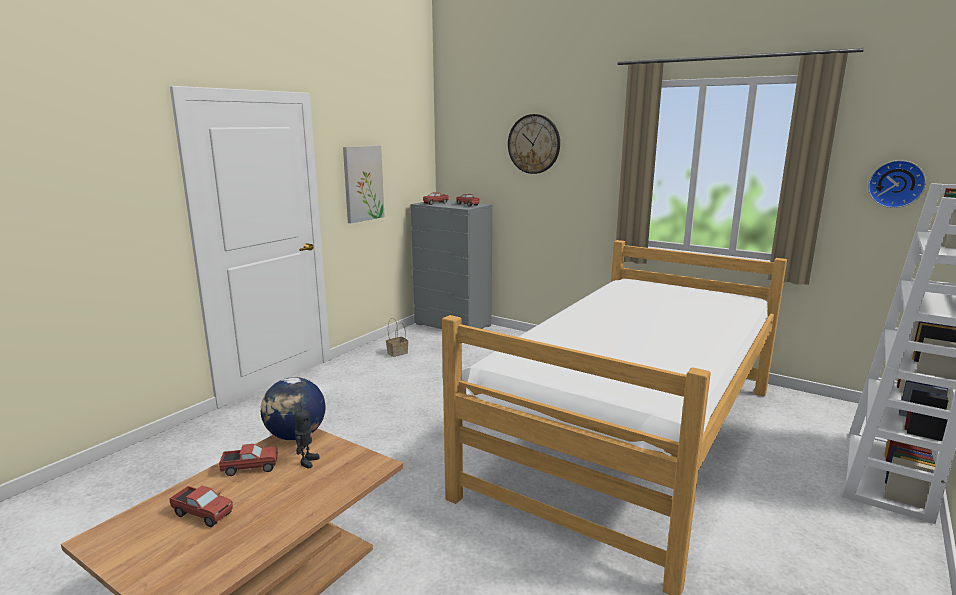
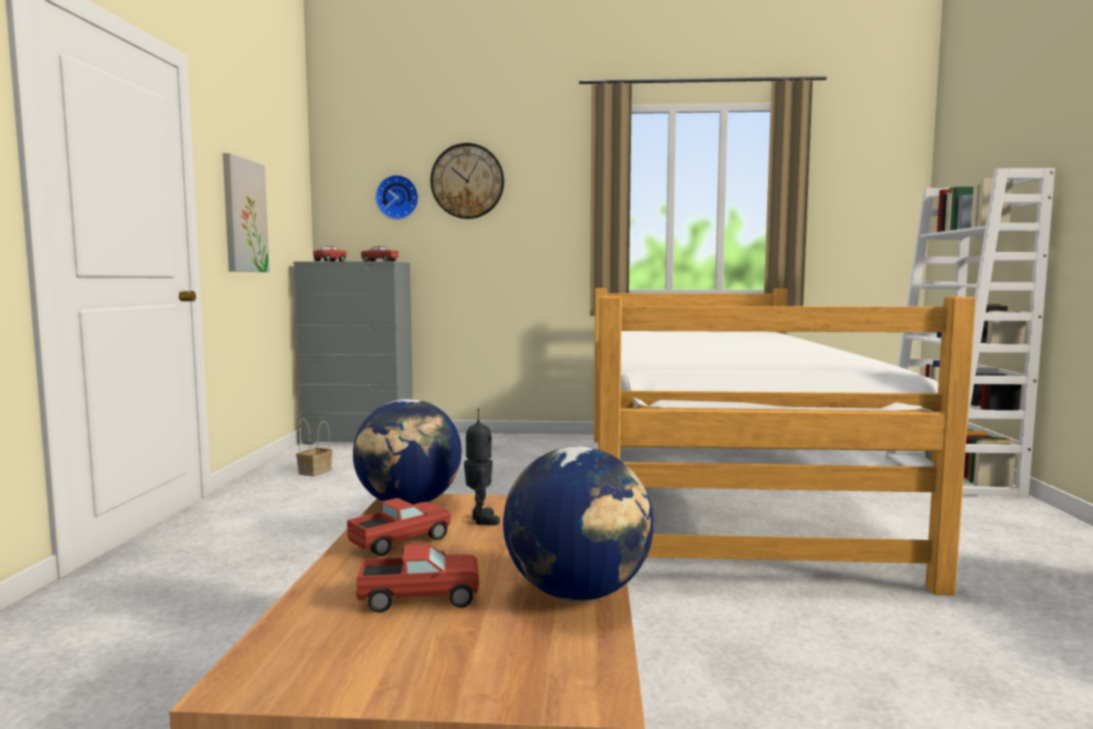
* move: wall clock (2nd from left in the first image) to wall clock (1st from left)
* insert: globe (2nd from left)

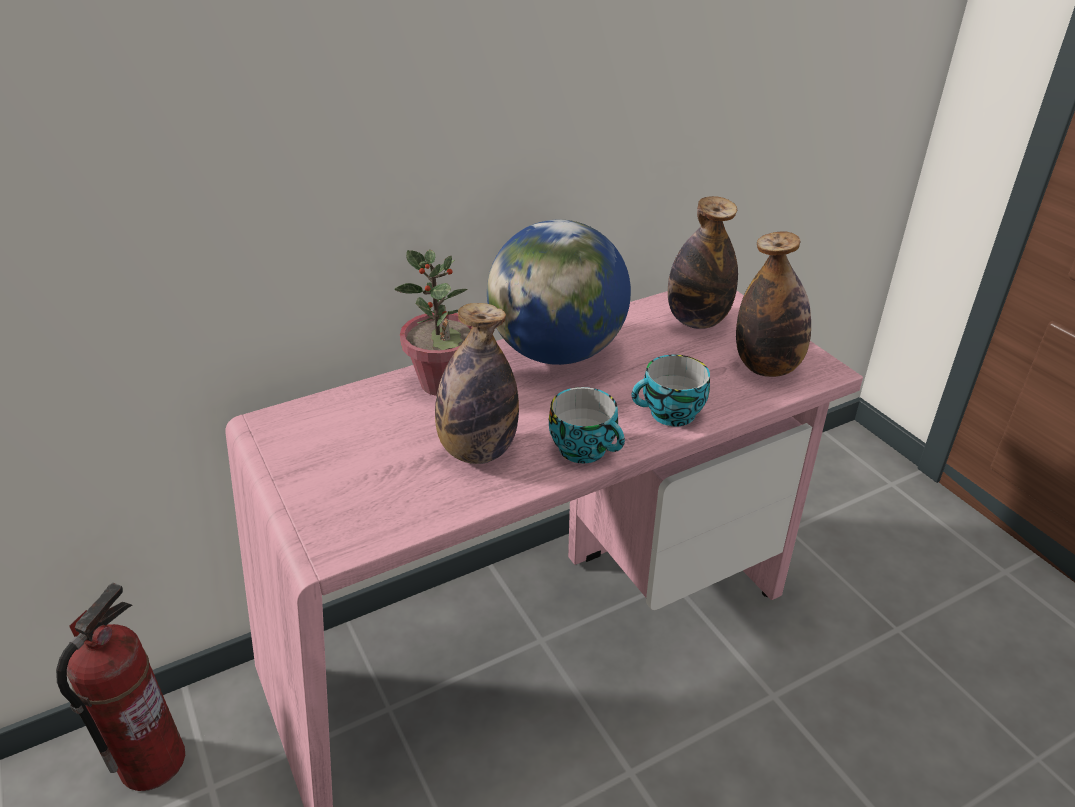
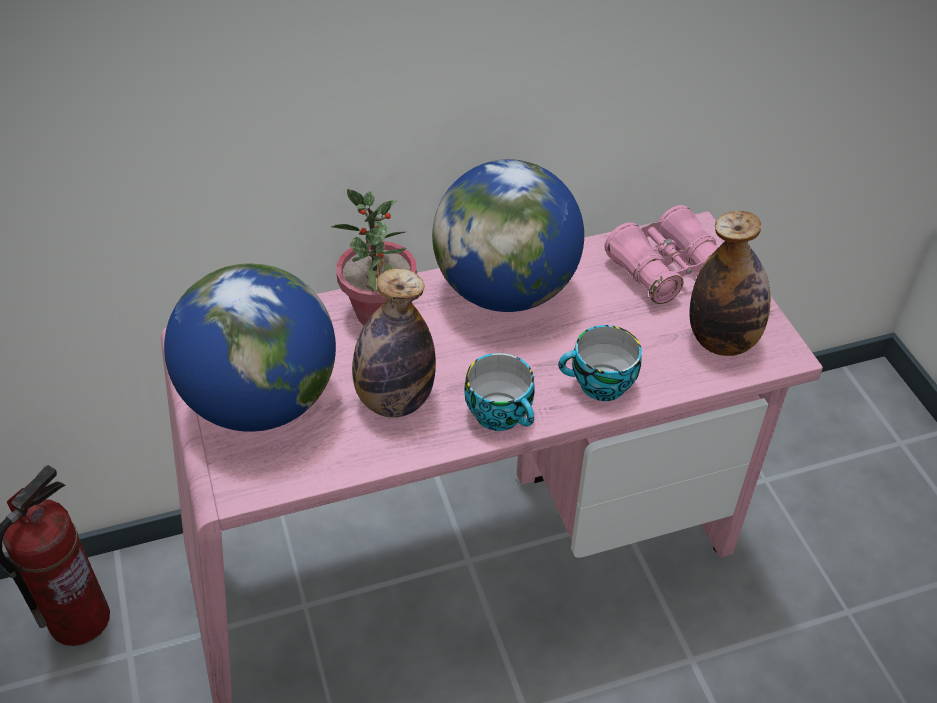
* replace: bottle (2nd from left) to pink binoculars
* insert: globe (1st from left)

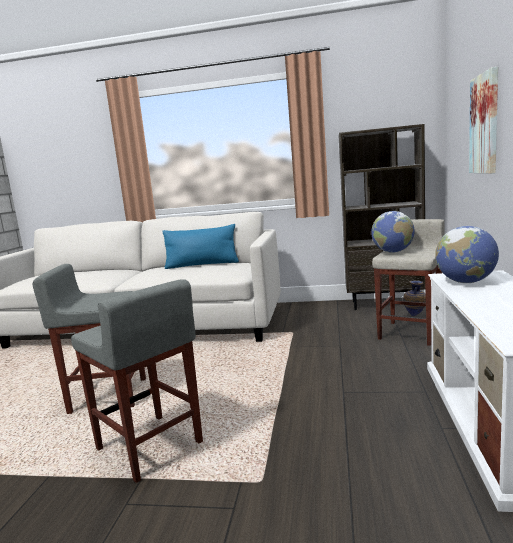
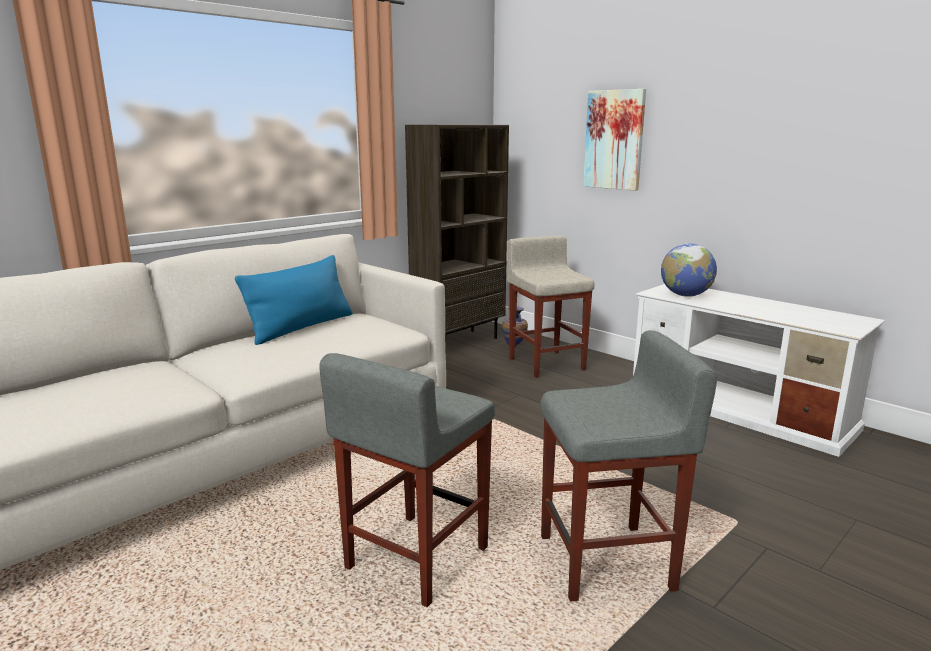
* delete: globe (1st from left)

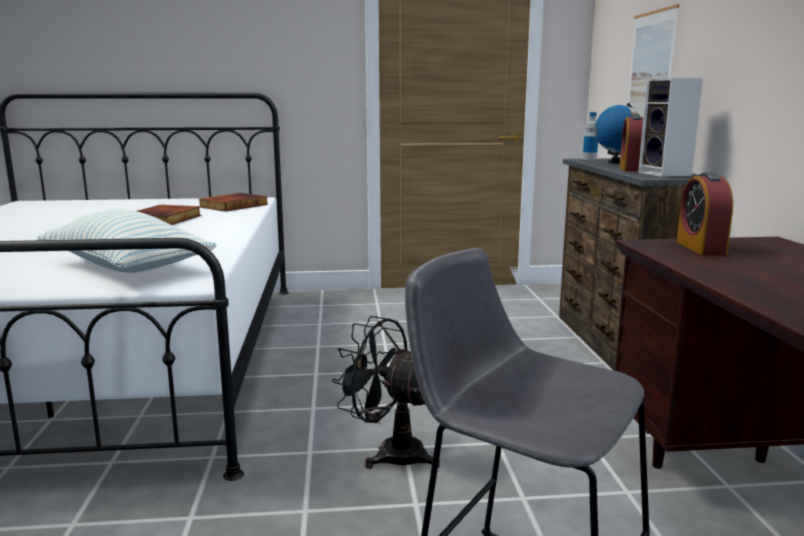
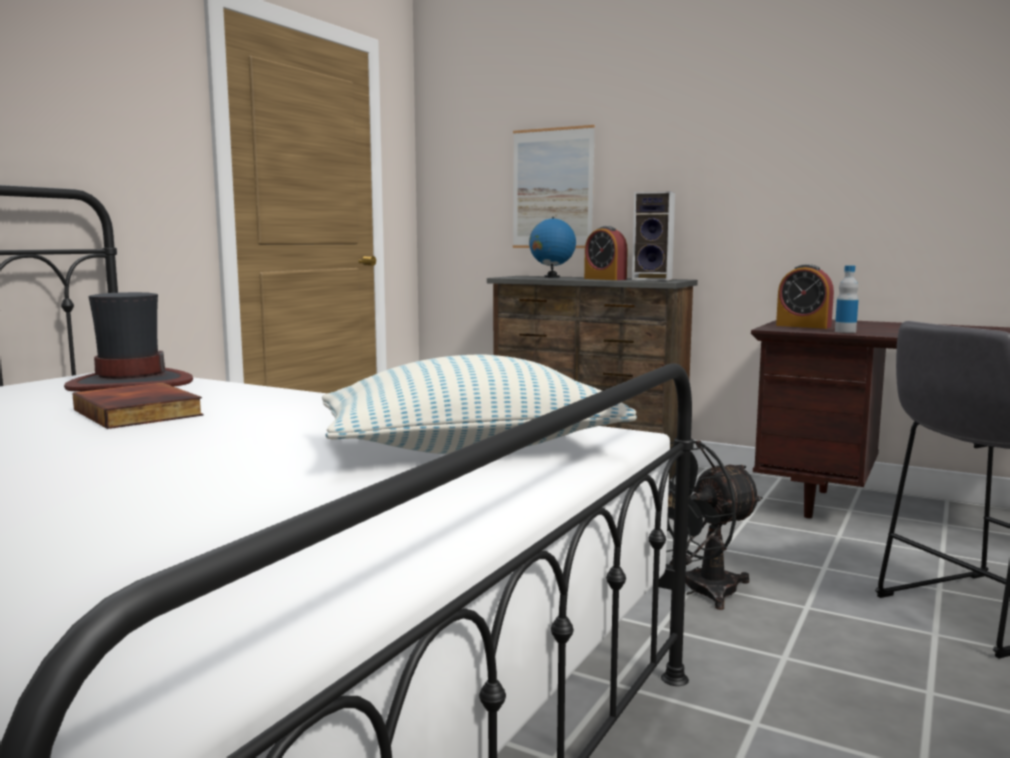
* replace: book (2nd from left) to hat
* move: bottle

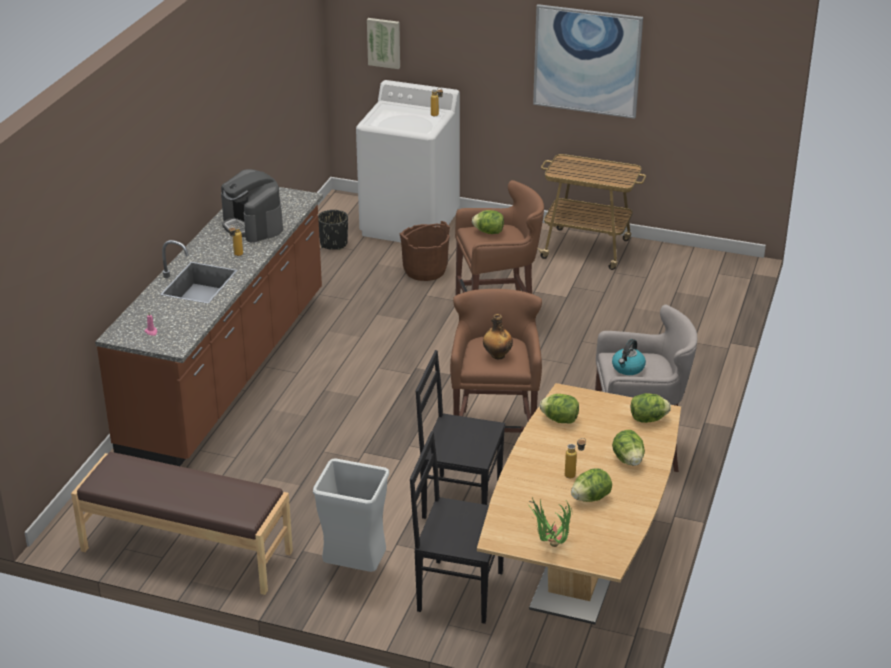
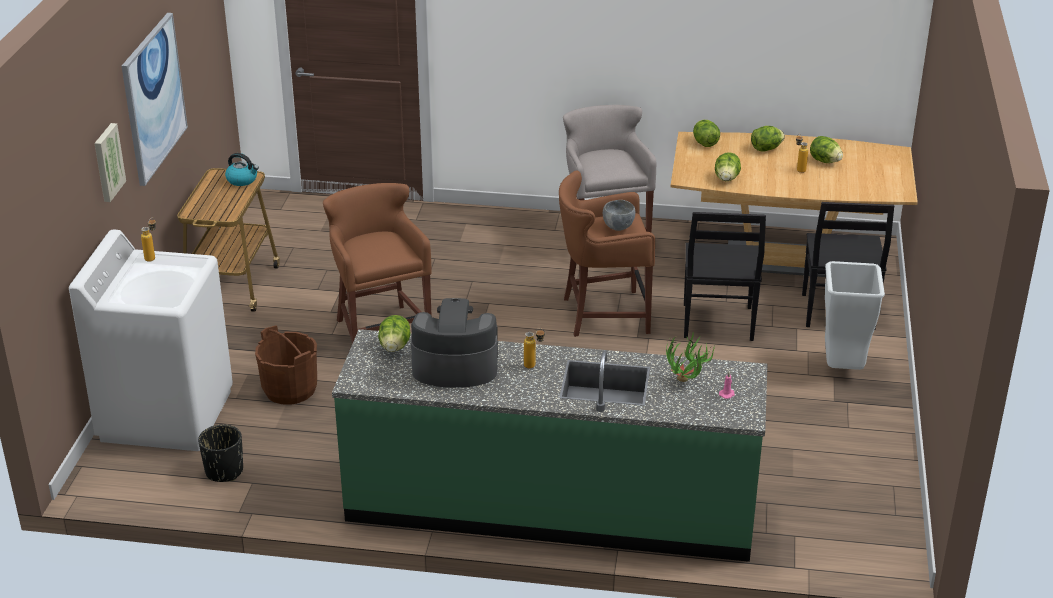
* delete: brown bench
* recolor: brown counter to green counter
* rotate: coffee machine 135 degrees counterclockwise
* move: picture (1st from left)
* move: lettuce (1st from left)
* replace: bottle (3rd from left) to grey bowl
* move: potted plant
* move: kettle

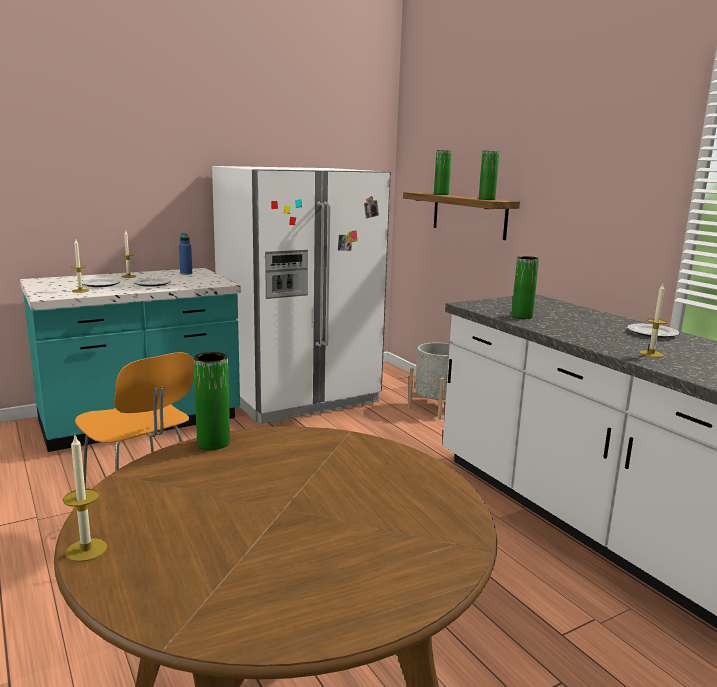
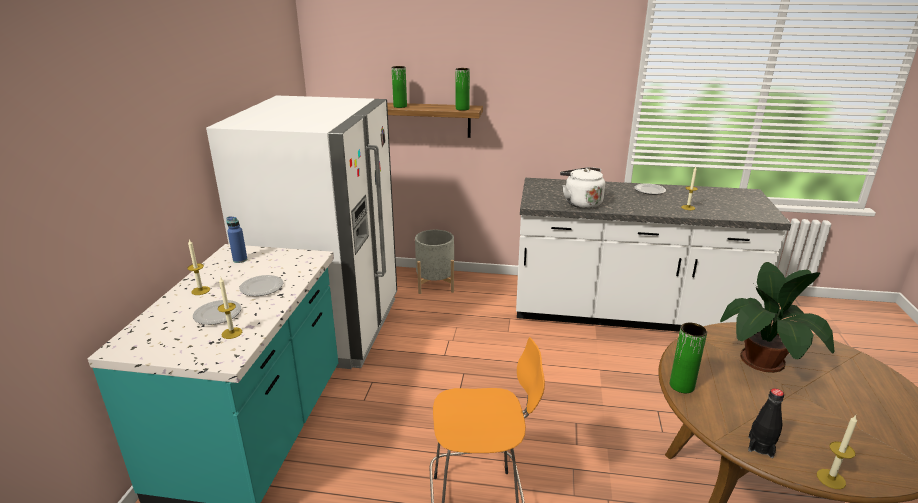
* replace: green vase (4th from left) to white kettle
* insert: potted plant
* insert: black bottle

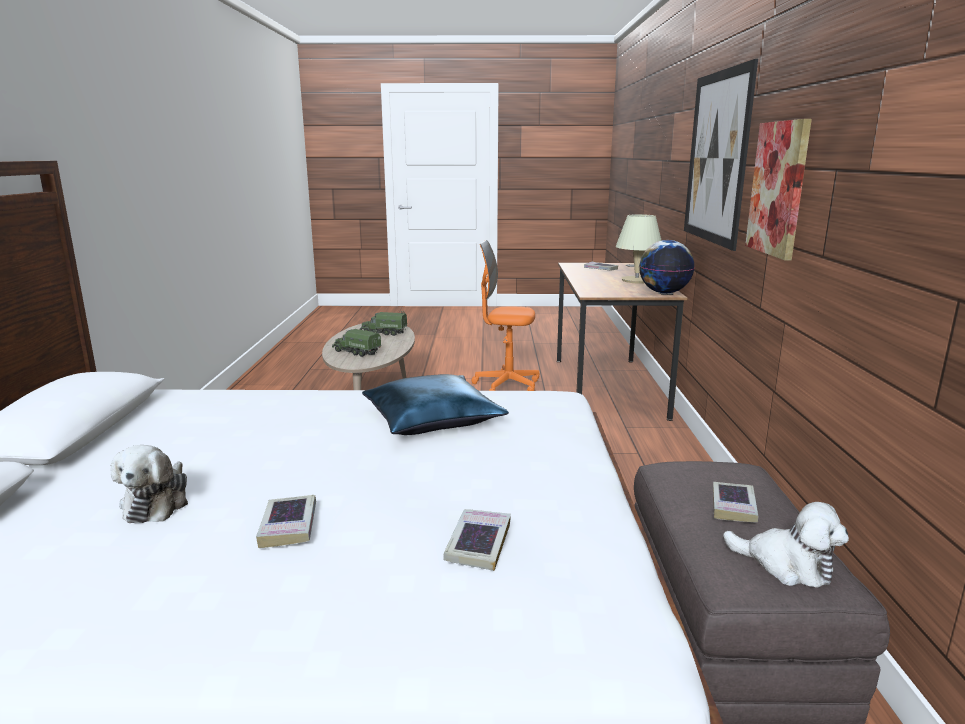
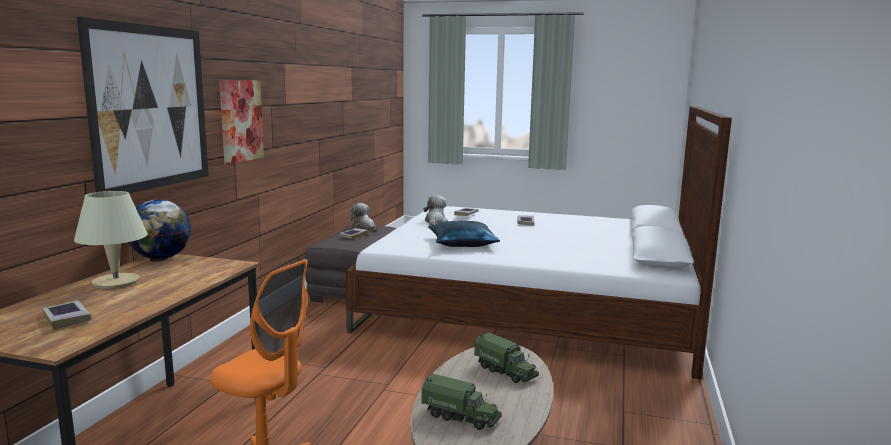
* move: plush toy (1st from left in the first image) to plush toy (2nd from left)

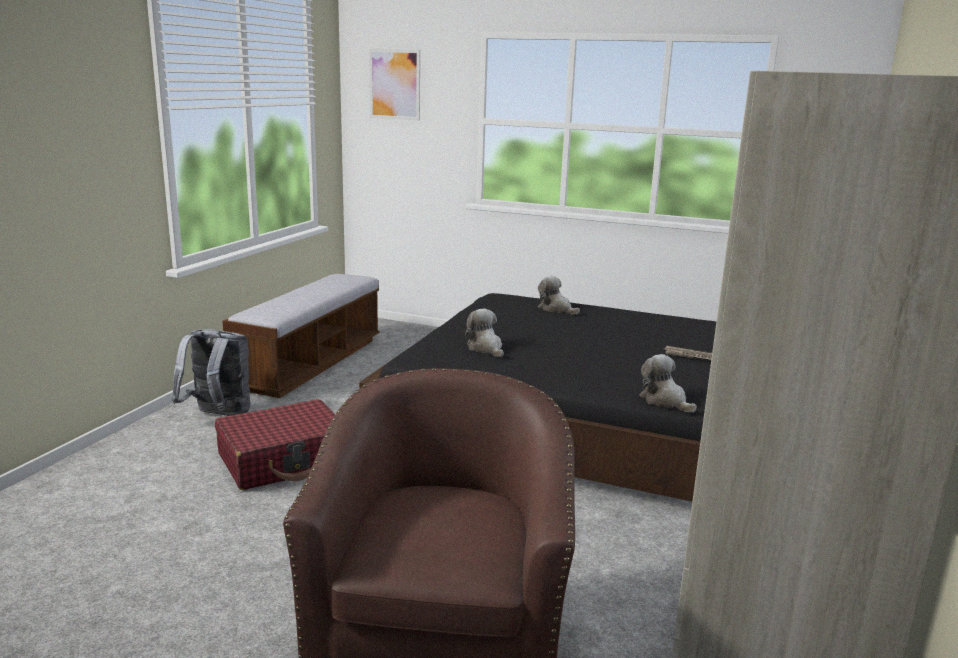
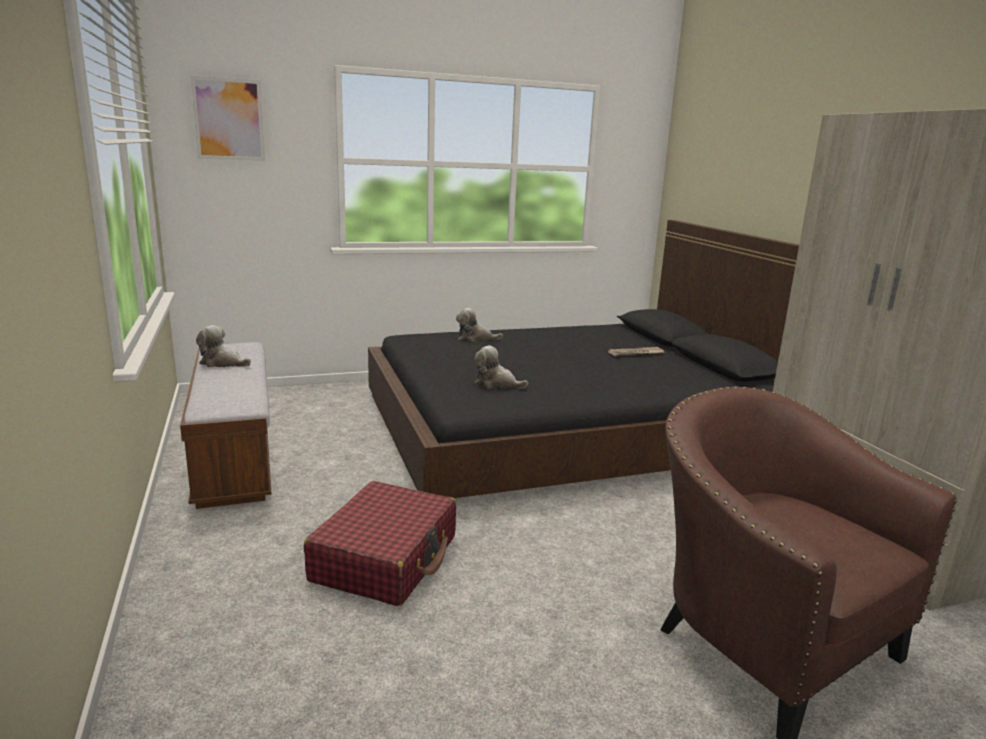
* delete: grey backpack
* move: plush toy (3rd from left in the first image) to plush toy (1st from left)

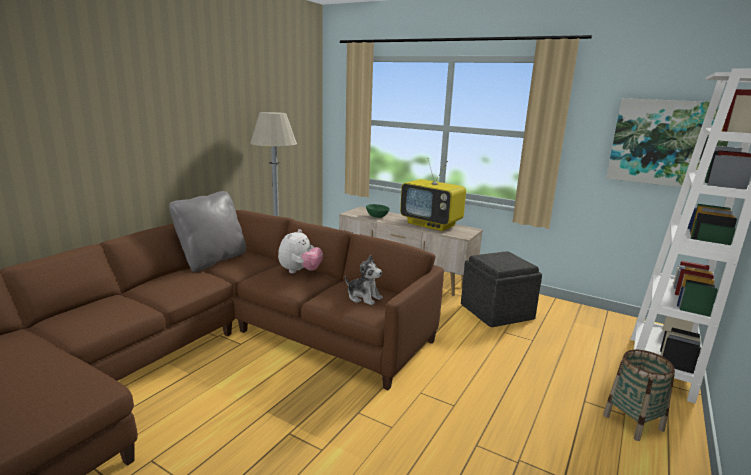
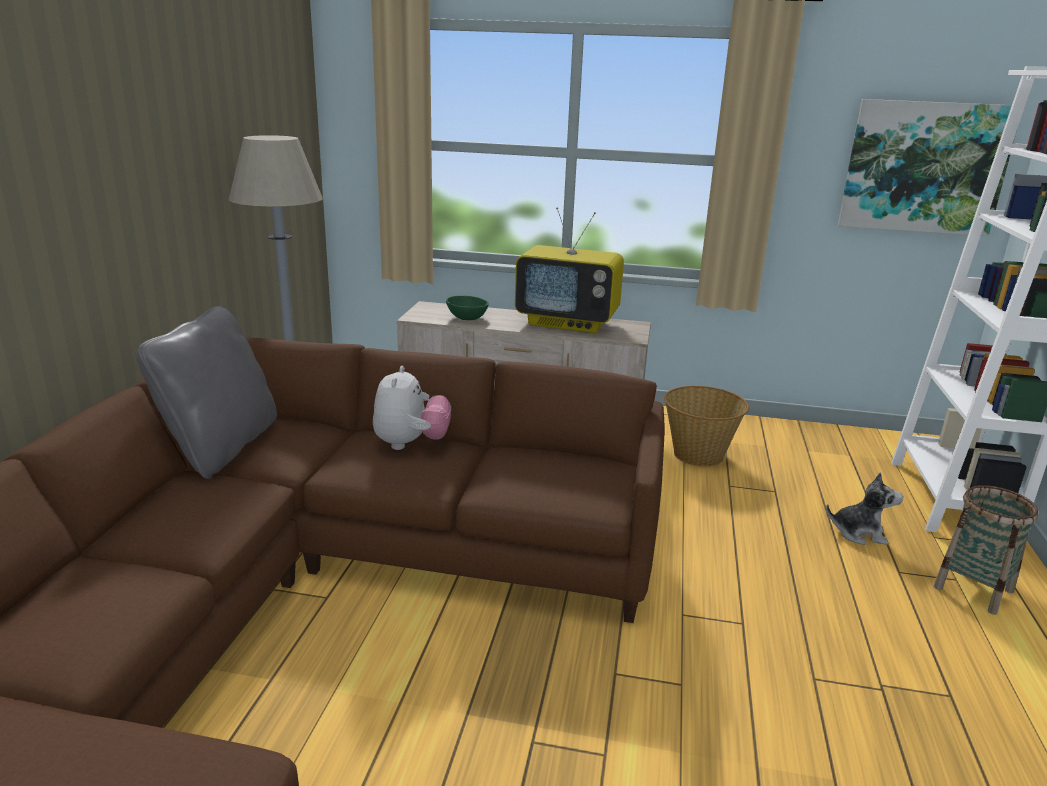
* move: plush toy (2nd from left)
* replace: grey ottoman to basket (1st from left)

